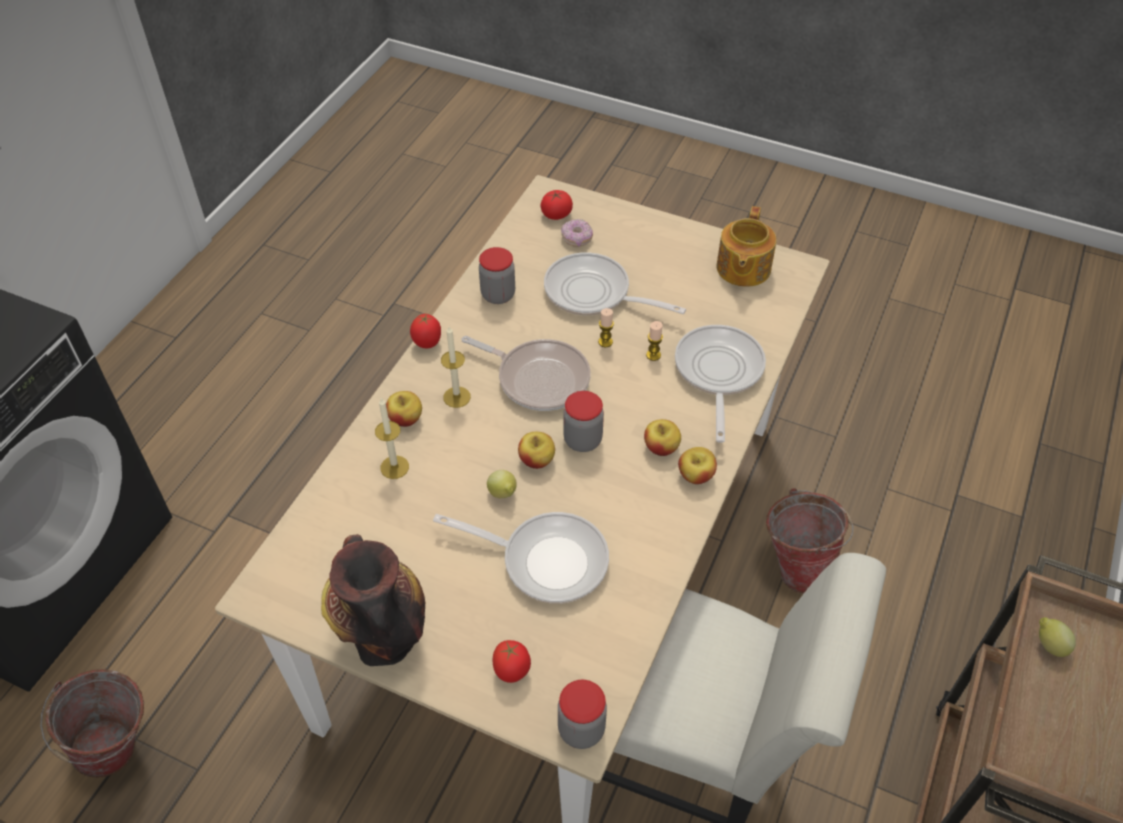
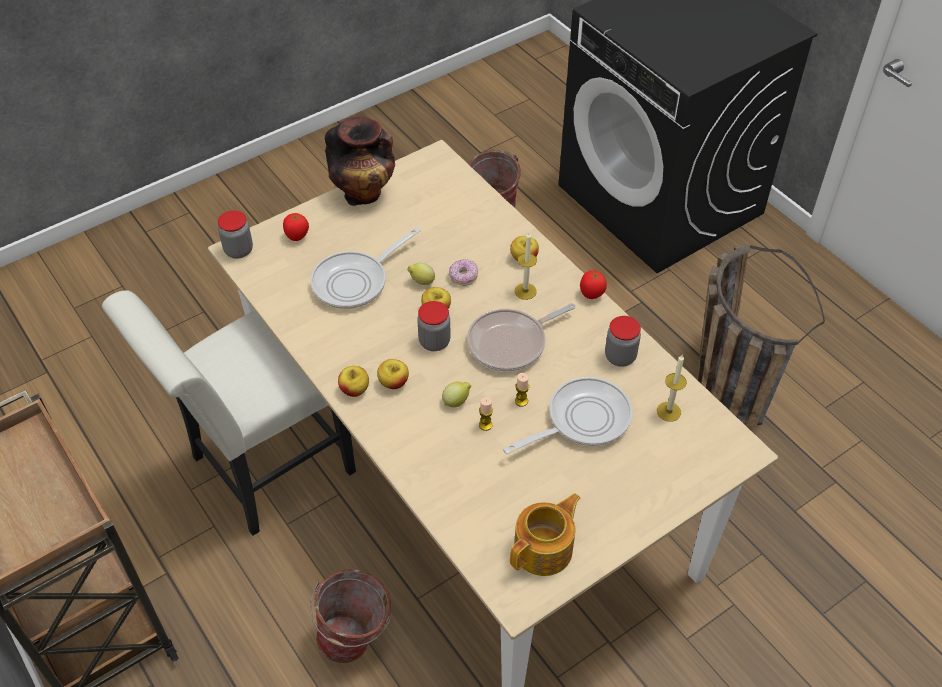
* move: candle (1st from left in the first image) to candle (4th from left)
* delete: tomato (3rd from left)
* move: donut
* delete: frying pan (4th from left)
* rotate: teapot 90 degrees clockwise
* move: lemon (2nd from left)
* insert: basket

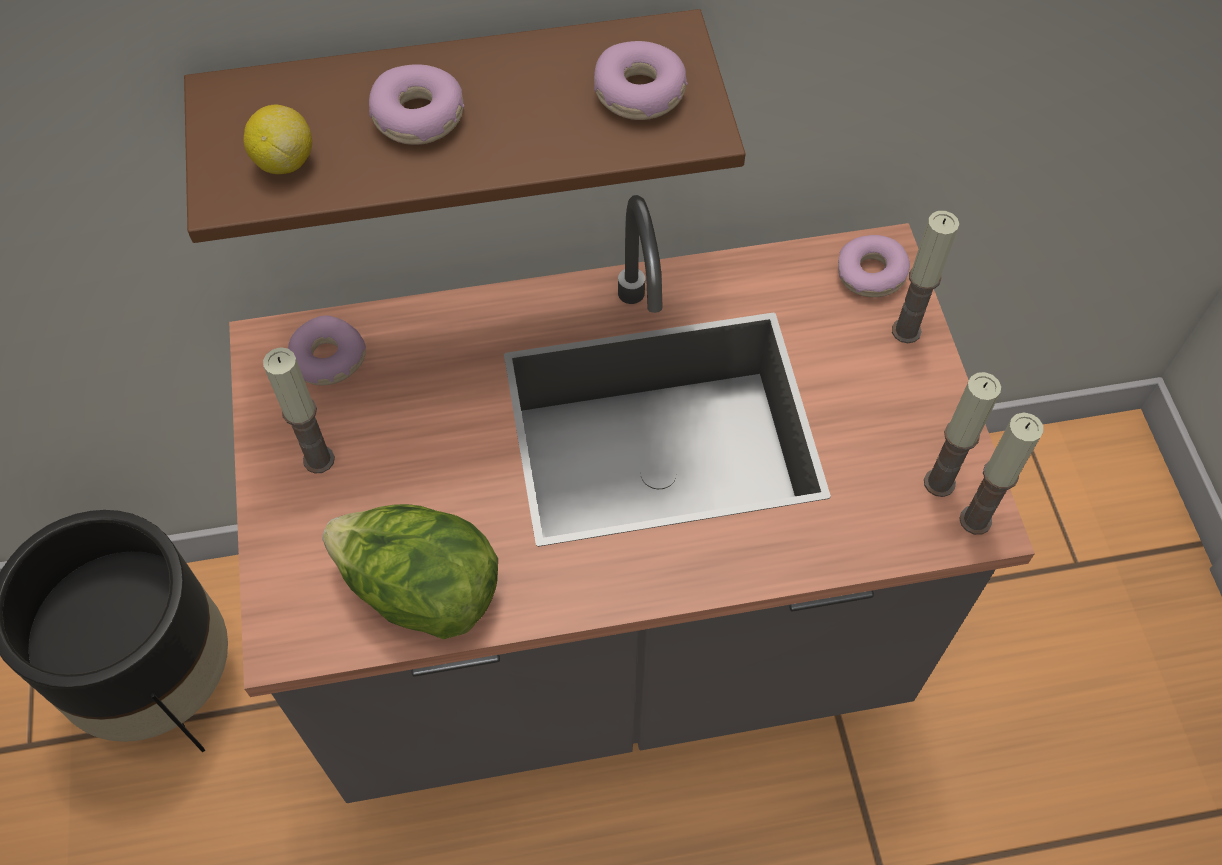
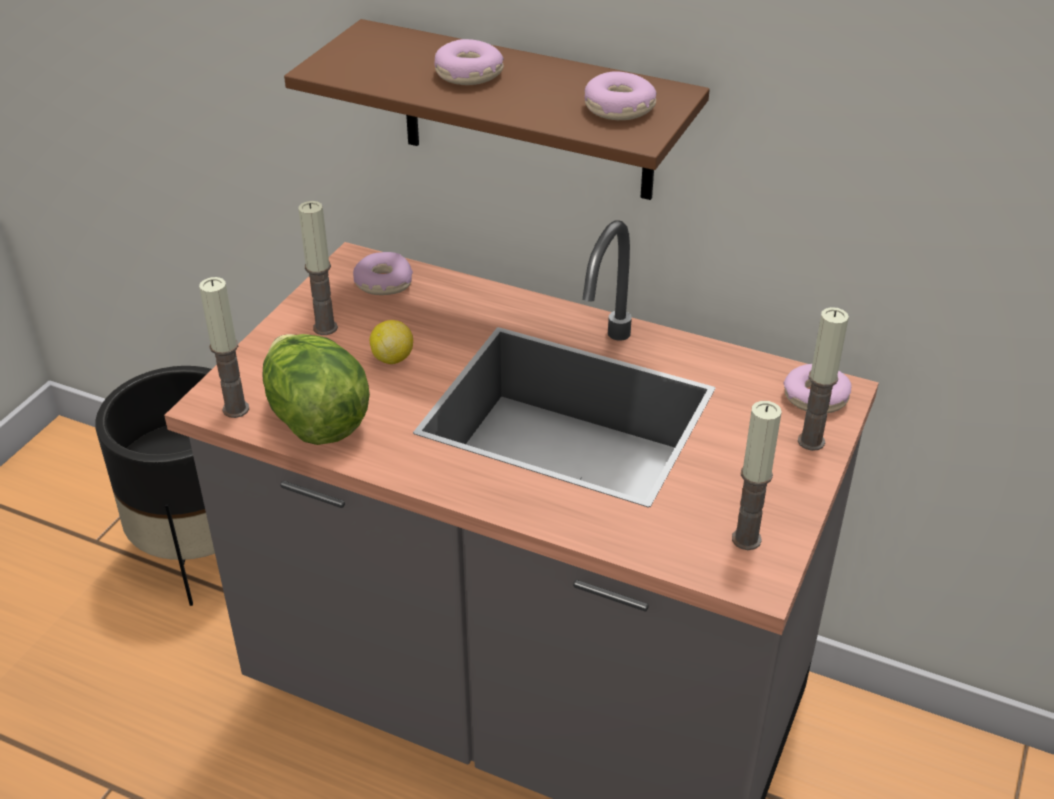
* move: lemon
* move: candle (4th from left in the first image) to candle (1st from left)

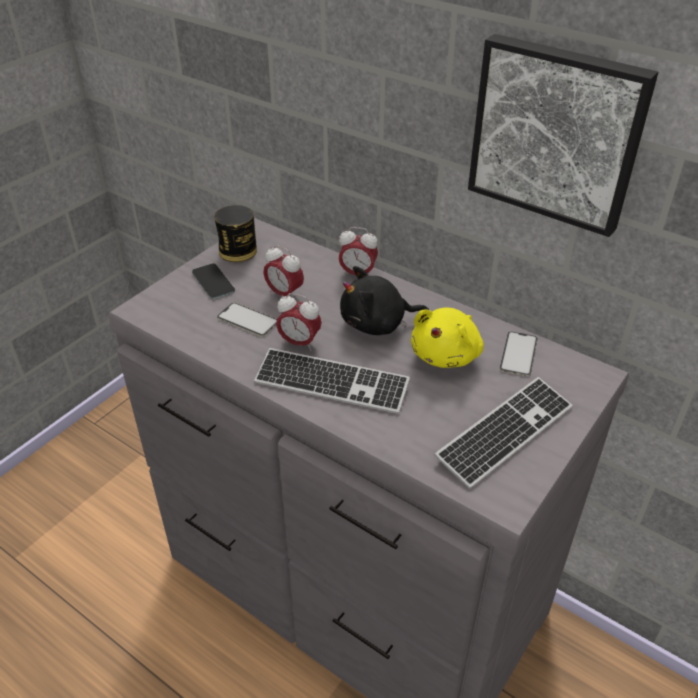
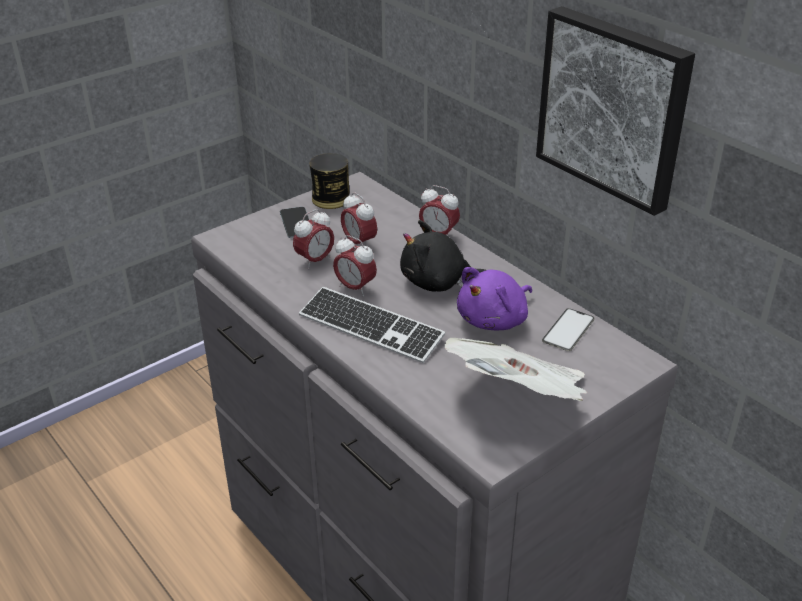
* replace: phone (2nd from left) to alarm clock (1st from left)
* recolor: yellow plush toy to purple plush toy
* replace: keyboard (2nd from left) to newspaper

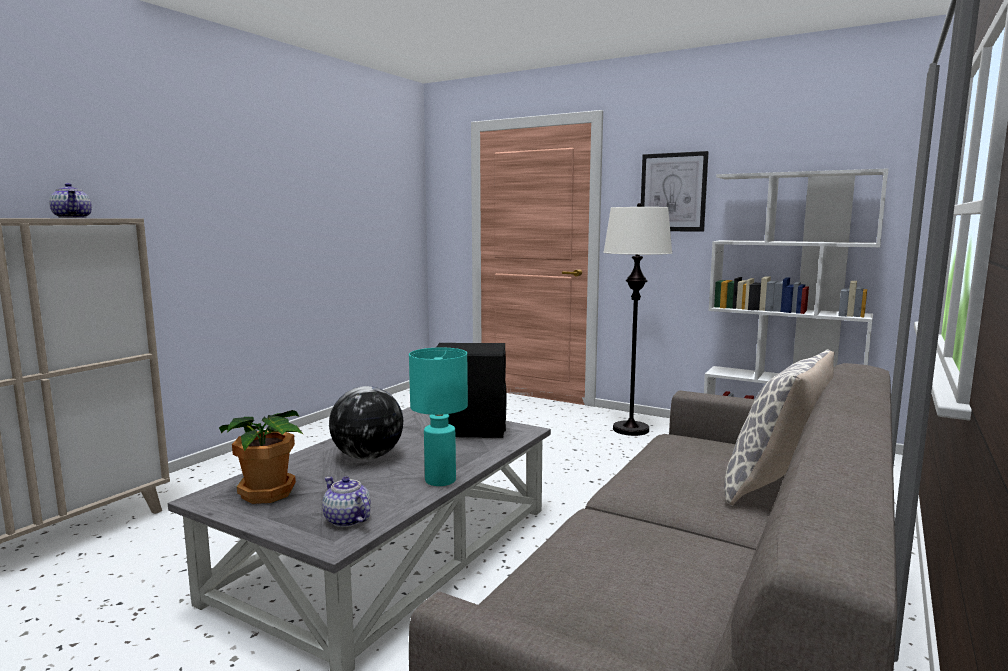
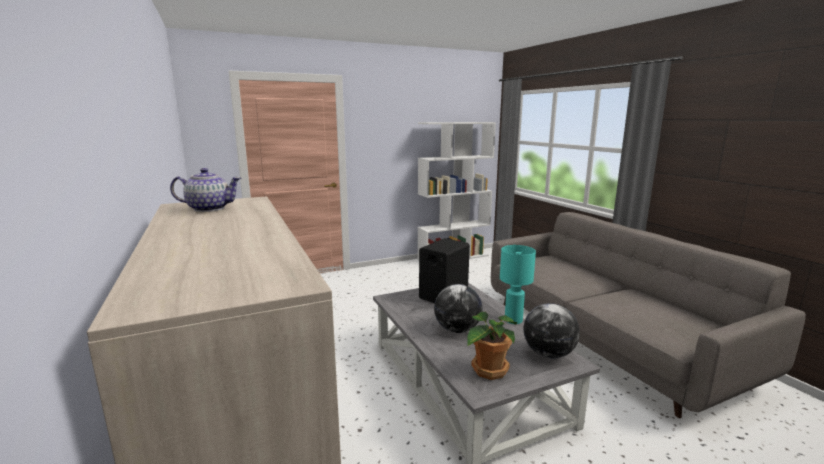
* replace: teapot (2nd from left) to globe (2nd from left)
* delete: white floor lamp
* delete: picture
* delete: pillow

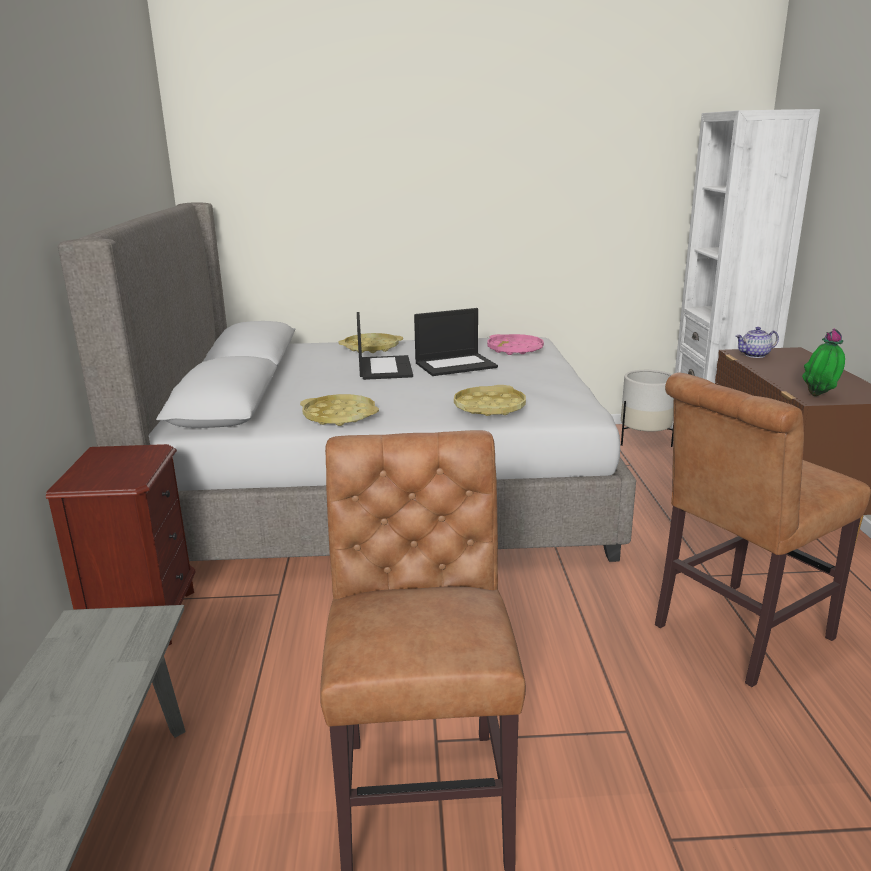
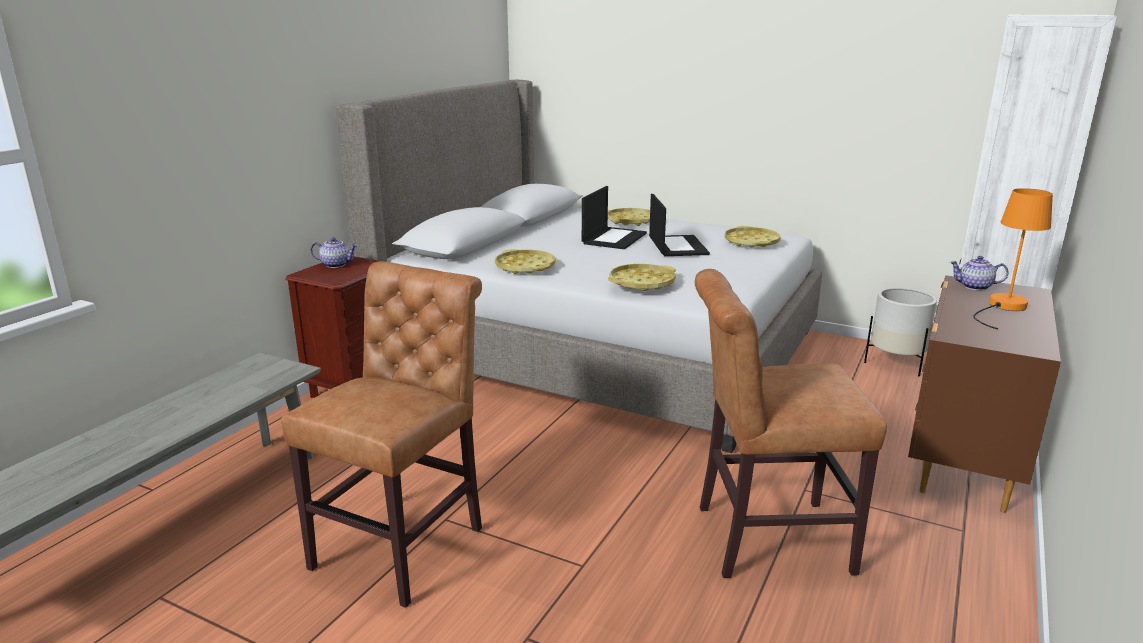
* rotate: laptop (2nd from left) 105 degrees counterclockwise
* recolor: pink tray to yellow tray (4th from left)
* delete: potted plant
* insert: teapot (1st from left)
* insert: orange table lamp

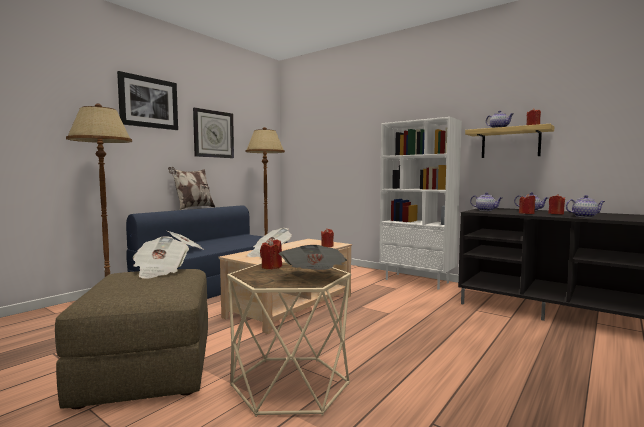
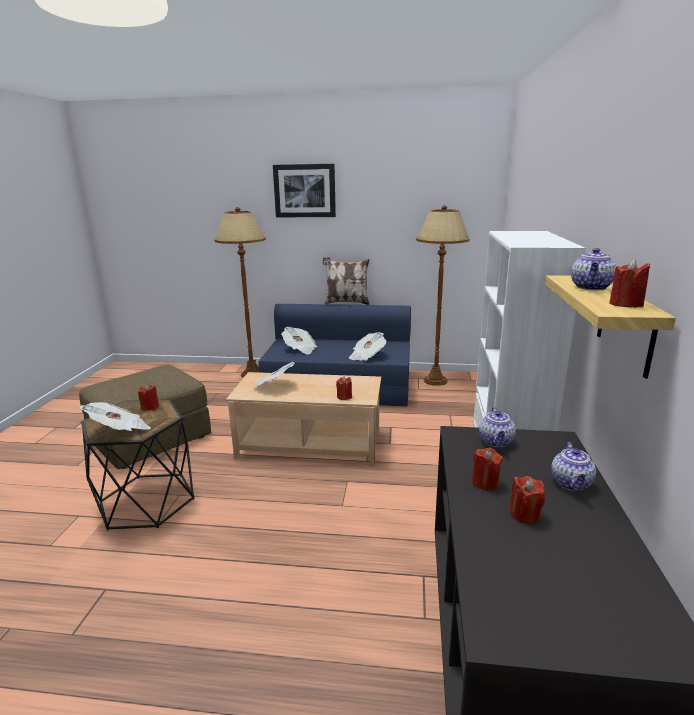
* move: newspaper (1st from left in the first image) to newspaper (4th from left)
* delete: wall clock
* recolor: beige side table to black side table
* delete: teapot (4th from left)

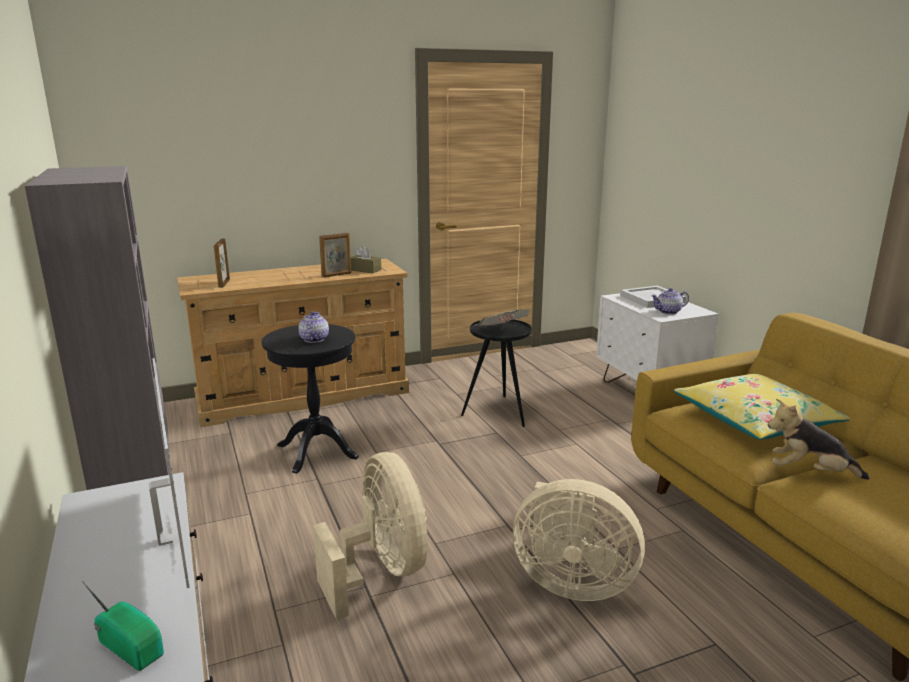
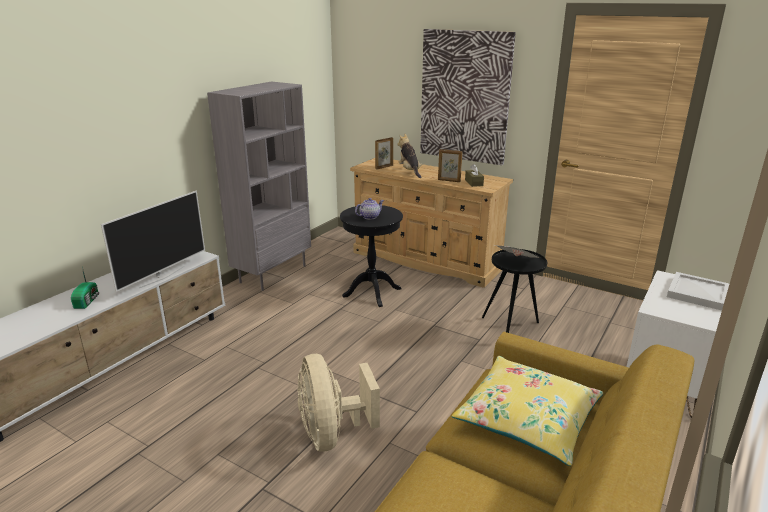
* delete: beige fan (1st from left)
* delete: teapot (2nd from left)
* move: plush toy
* insert: picture

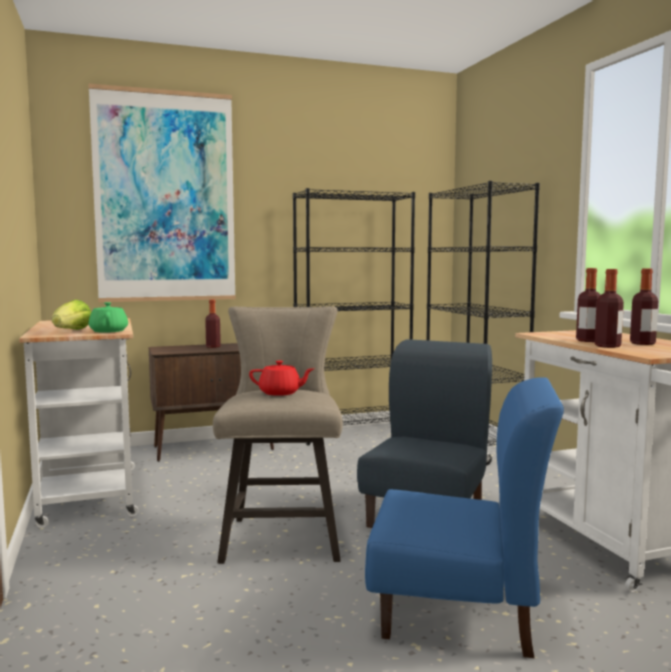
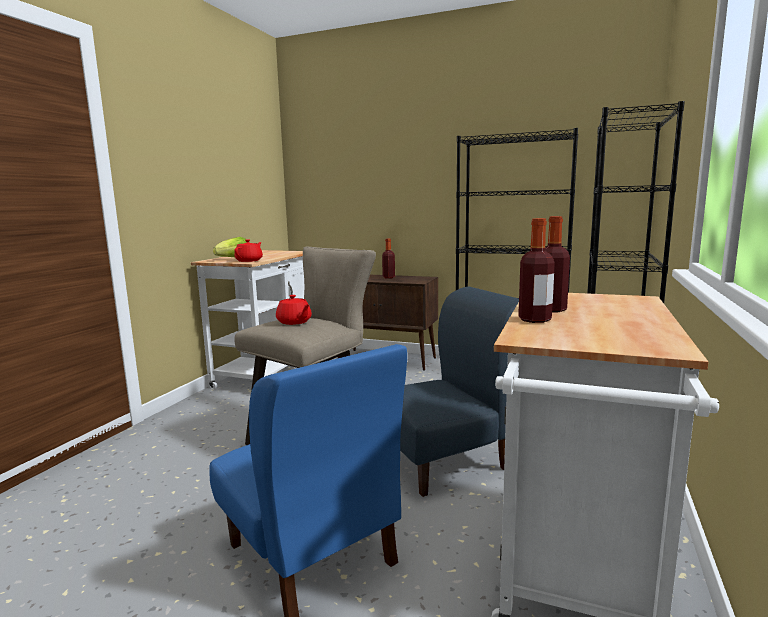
* delete: picture
* recolor: green teapot to red teapot (1st from left)
* delete: bottle (4th from left)

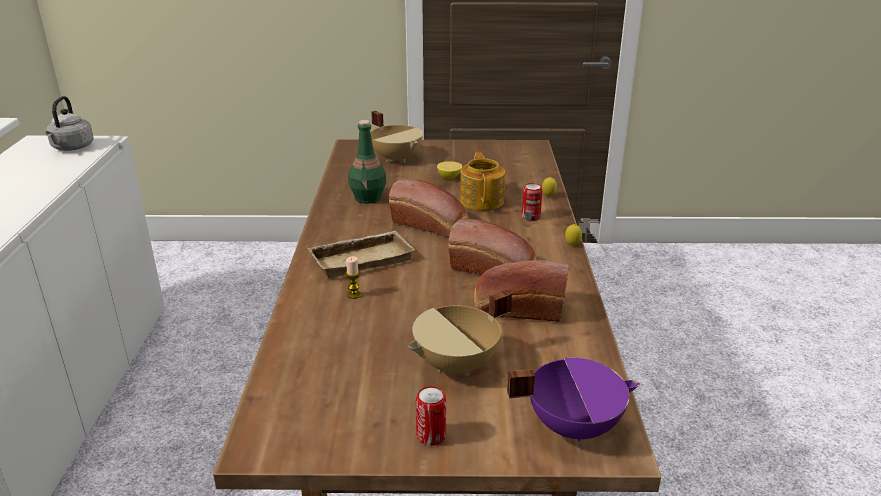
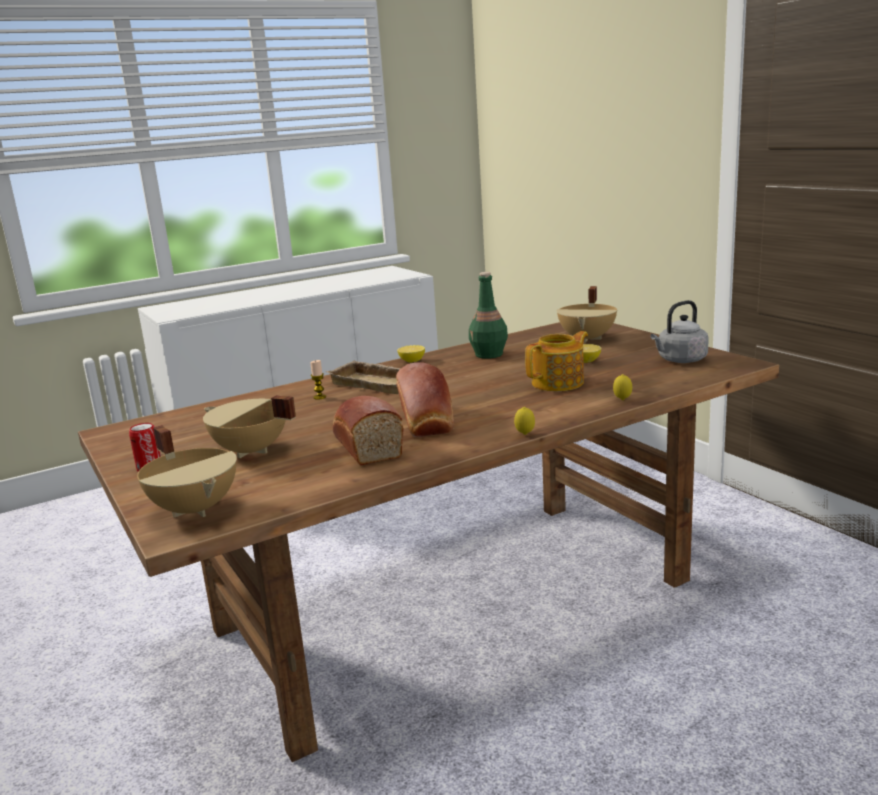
* move: grey kettle
* delete: bread (1st from left)
* recolor: purple cooking pot to beige cooking pot (1st from left)
* delete: can (2nd from left)
* insert: lemon (1st from left)

